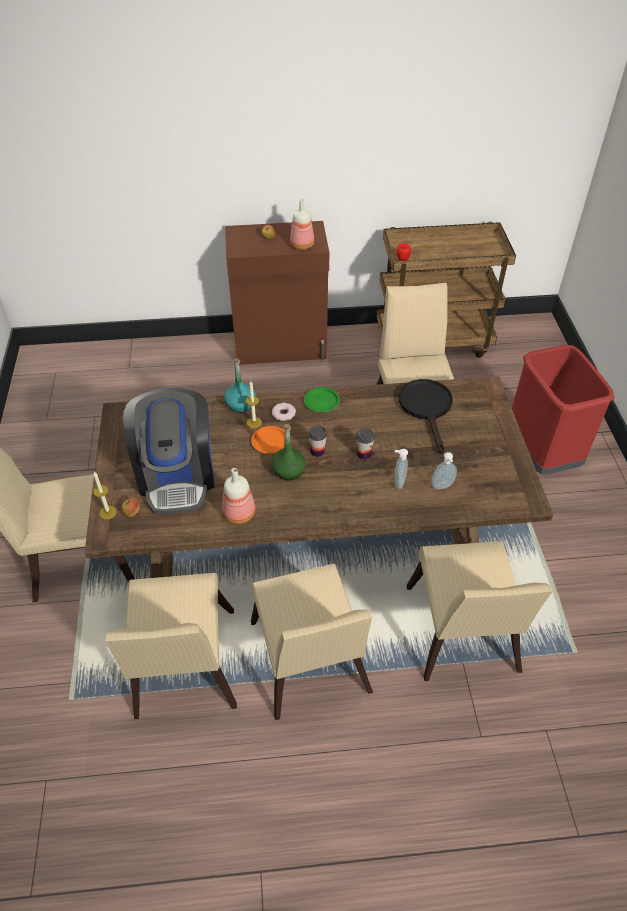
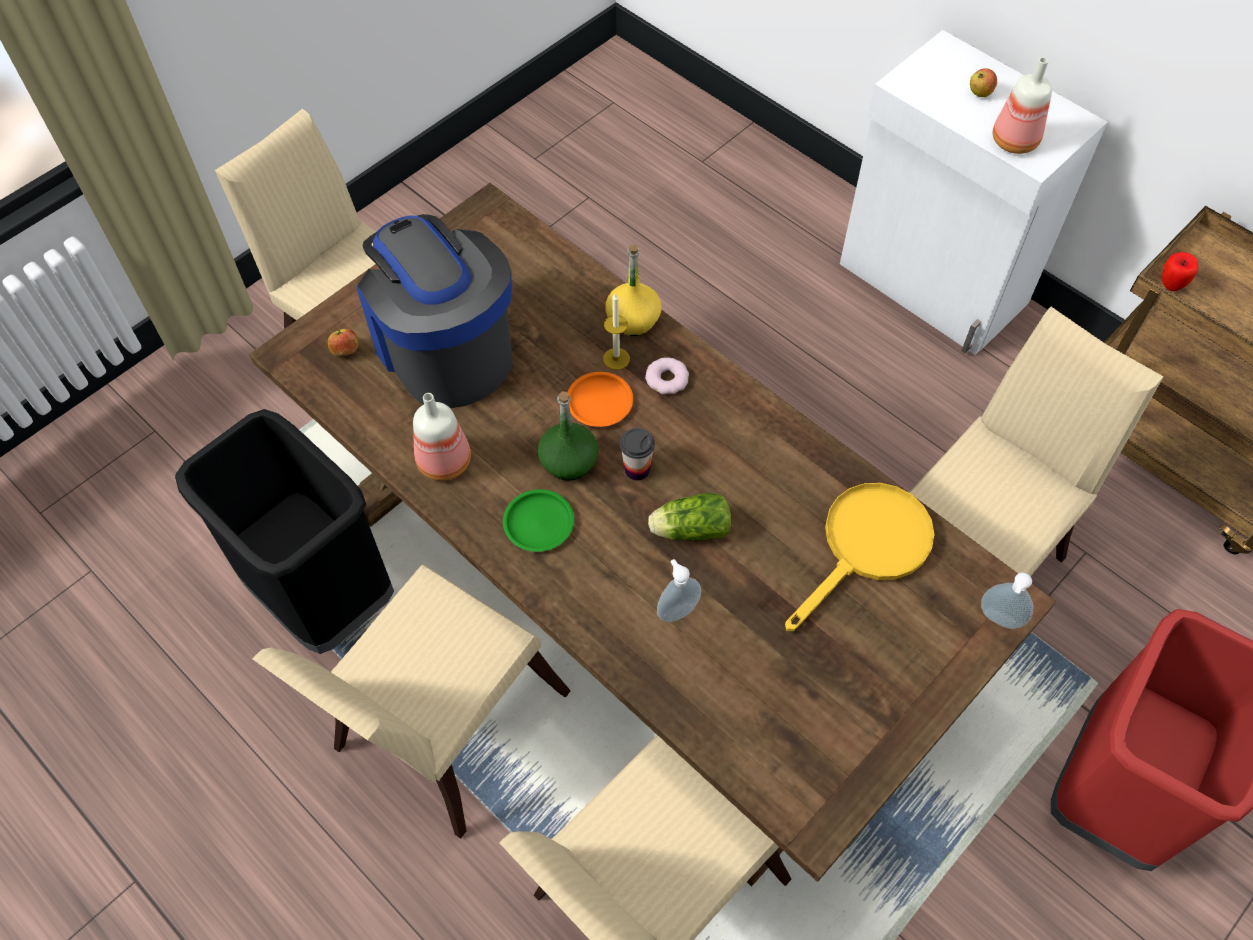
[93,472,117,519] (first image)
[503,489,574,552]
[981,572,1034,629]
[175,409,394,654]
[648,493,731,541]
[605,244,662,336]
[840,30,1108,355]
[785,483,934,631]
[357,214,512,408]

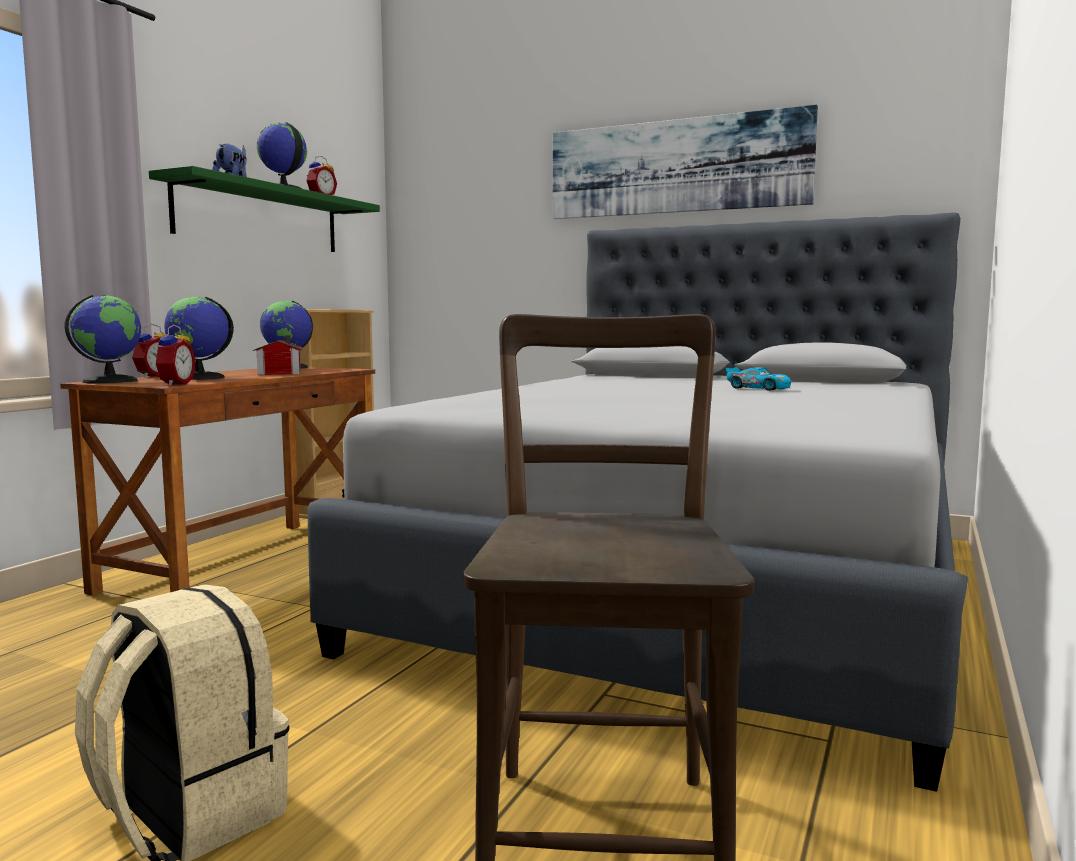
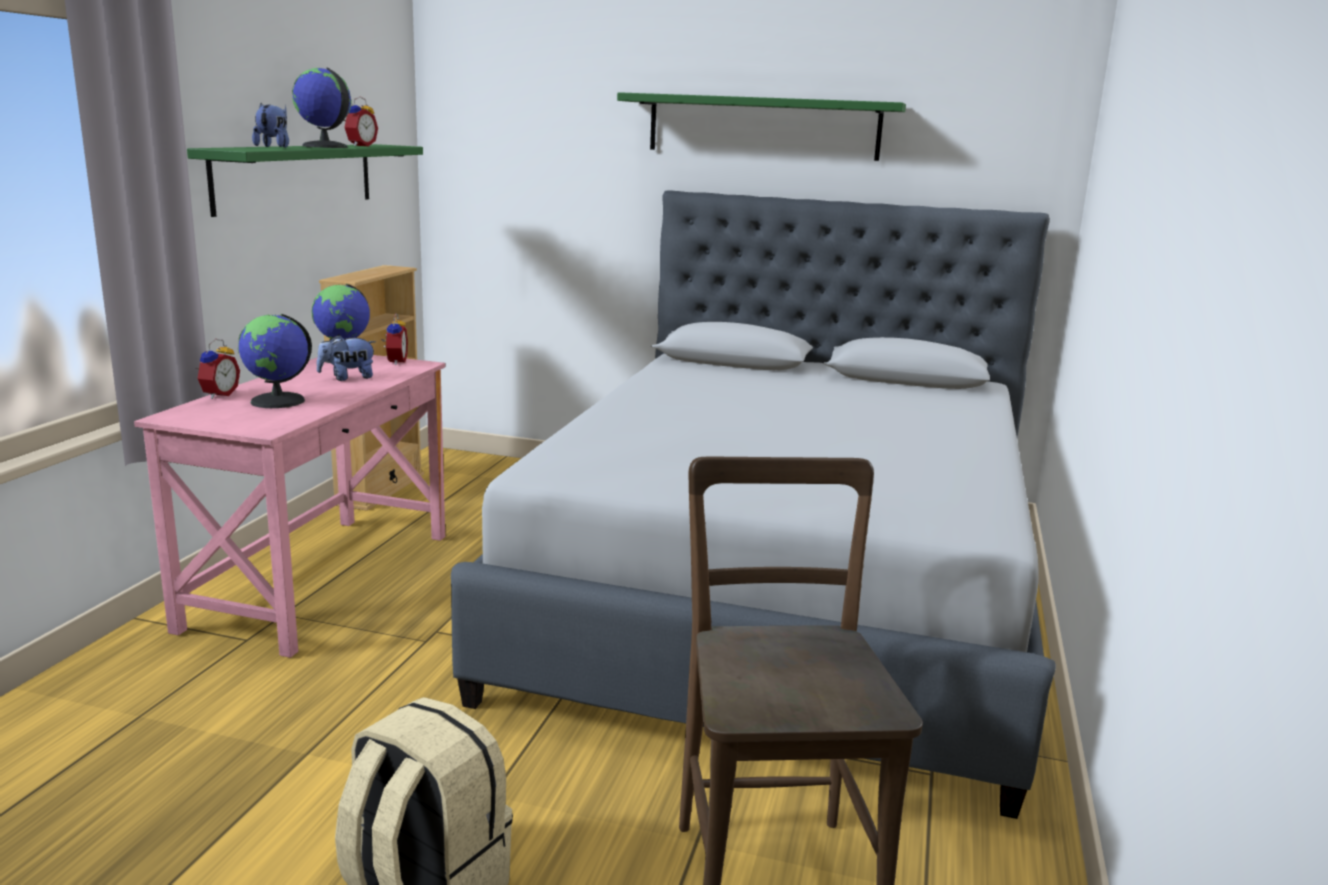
[65,295,141,383] (first image)
[725,367,791,391] (first image)
[381,313,408,365]
[317,335,376,381]
[617,92,906,161]
[134,355,445,658]

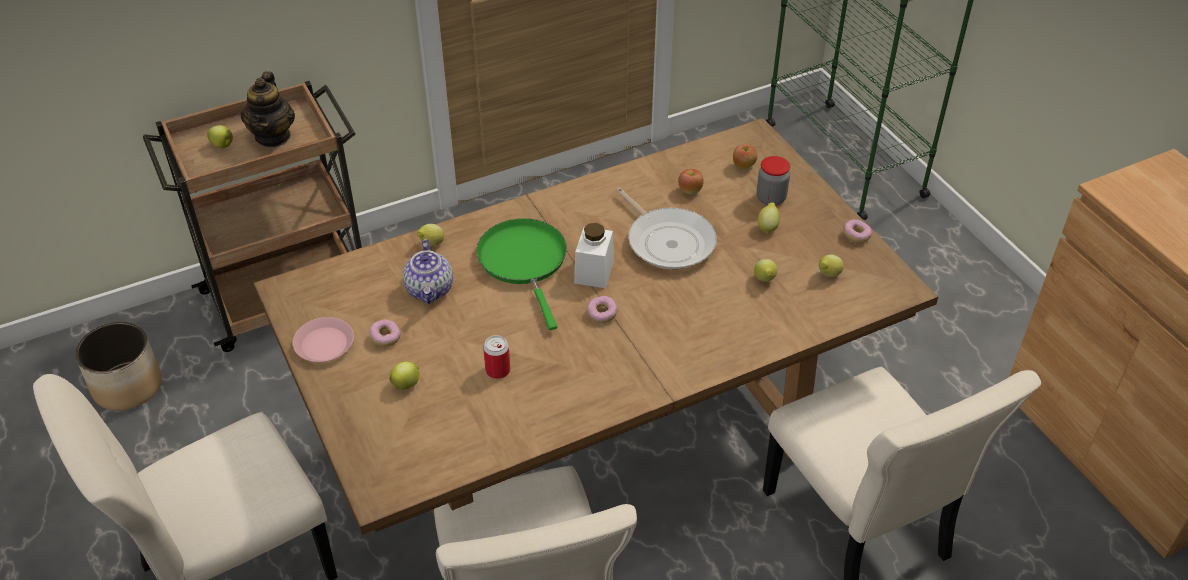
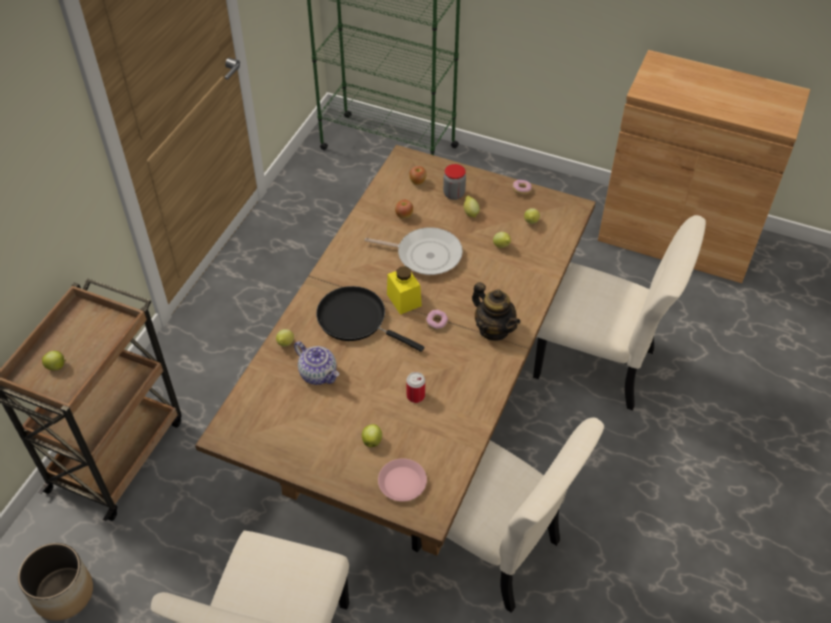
[369,319,401,347] (first image)
[472,282,520,341]
[378,459,427,501]
[316,286,424,352]
[387,266,422,315]

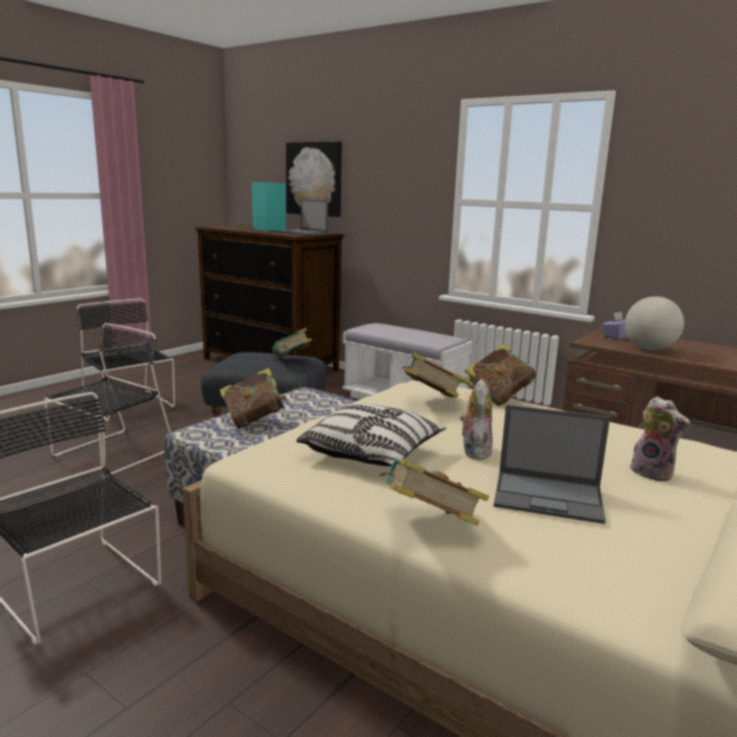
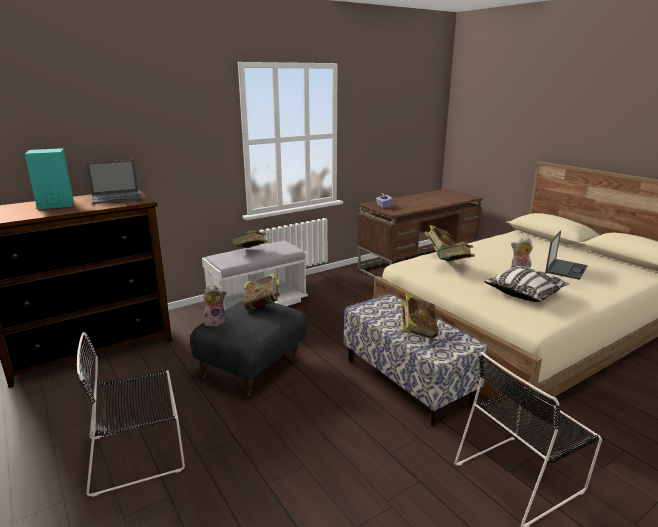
[44,323,171,475] (first image)
[286,141,342,217] (first image)
[625,296,684,351] (first image)
[232,230,268,248]
[203,285,227,326]

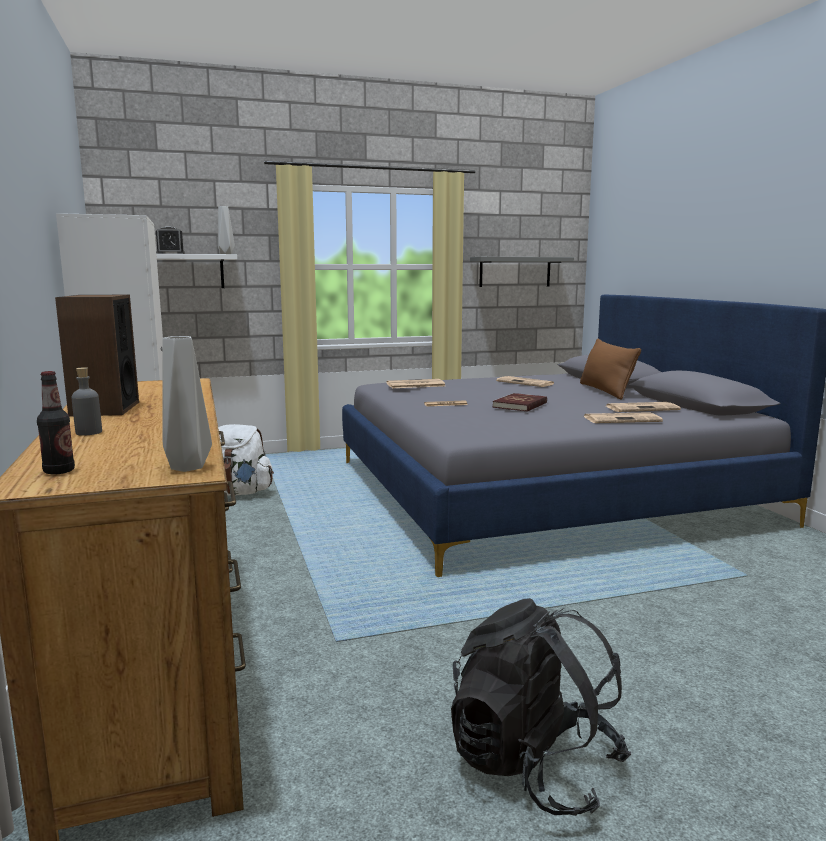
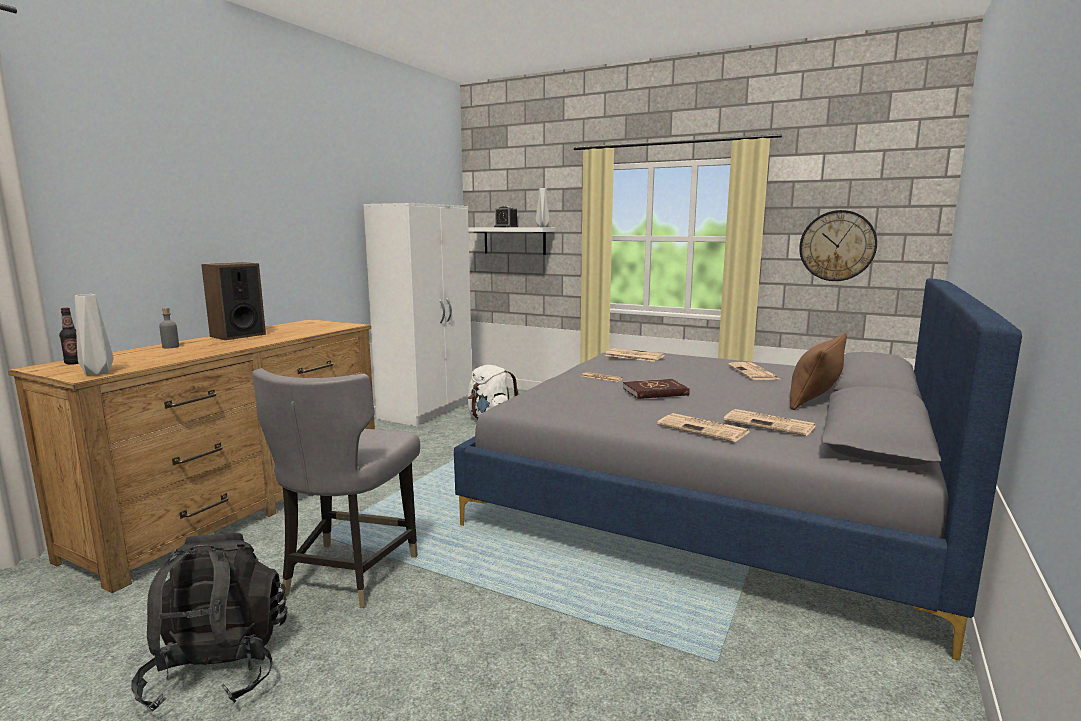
[252,368,420,608]
[799,210,877,281]

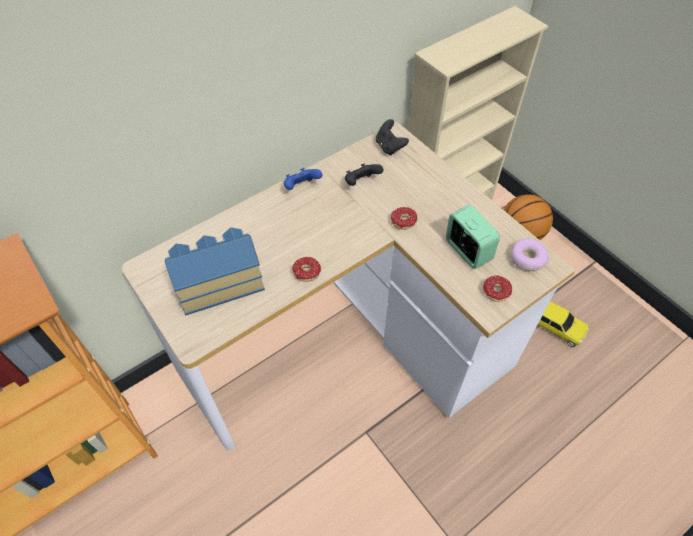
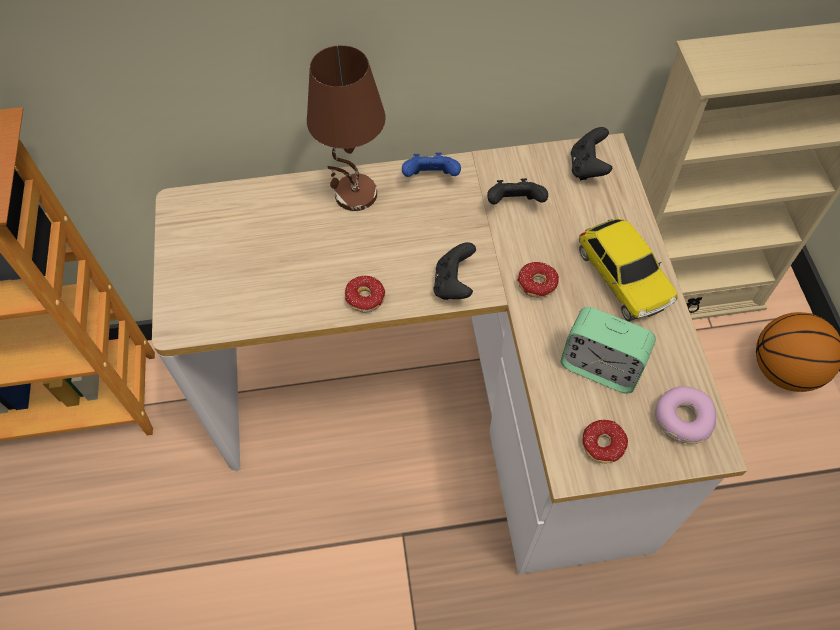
[165,227,265,316] (first image)
[307,45,386,211]
[434,242,476,300]
[579,219,678,322]
[561,307,656,393]

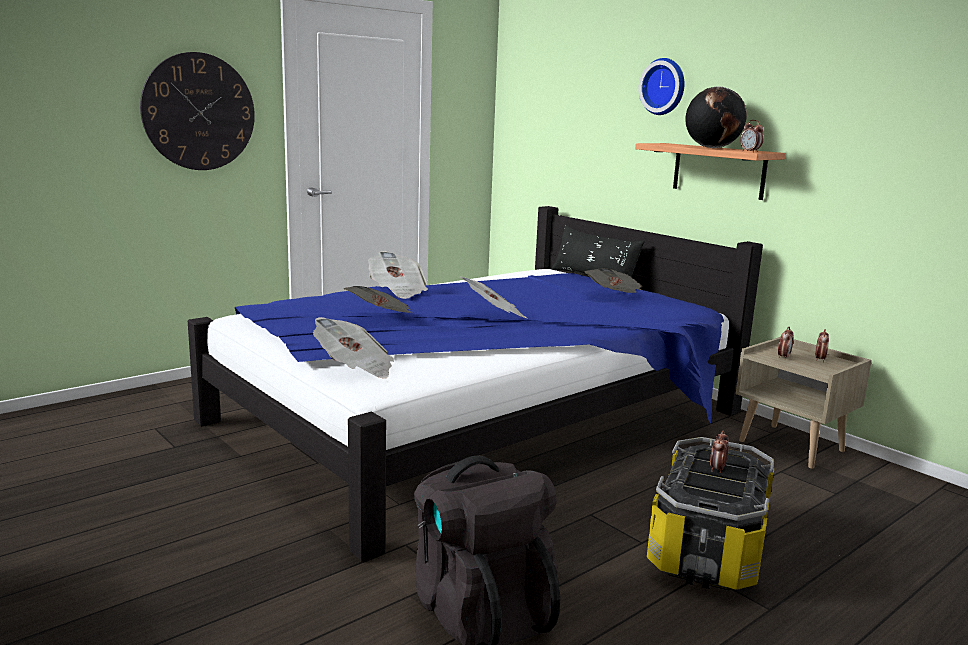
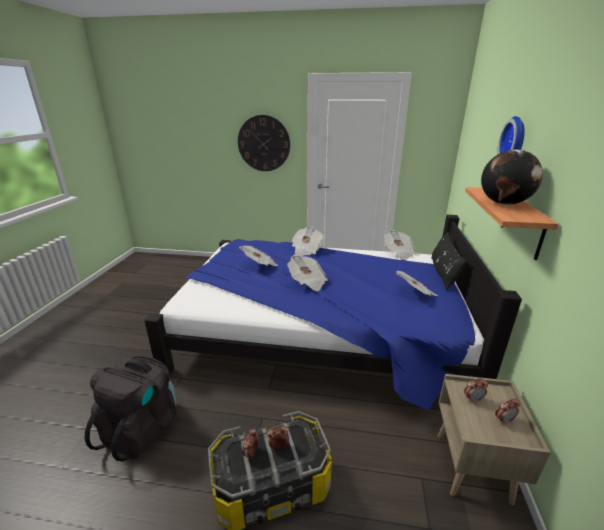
[384,230,416,260]
[242,428,259,459]

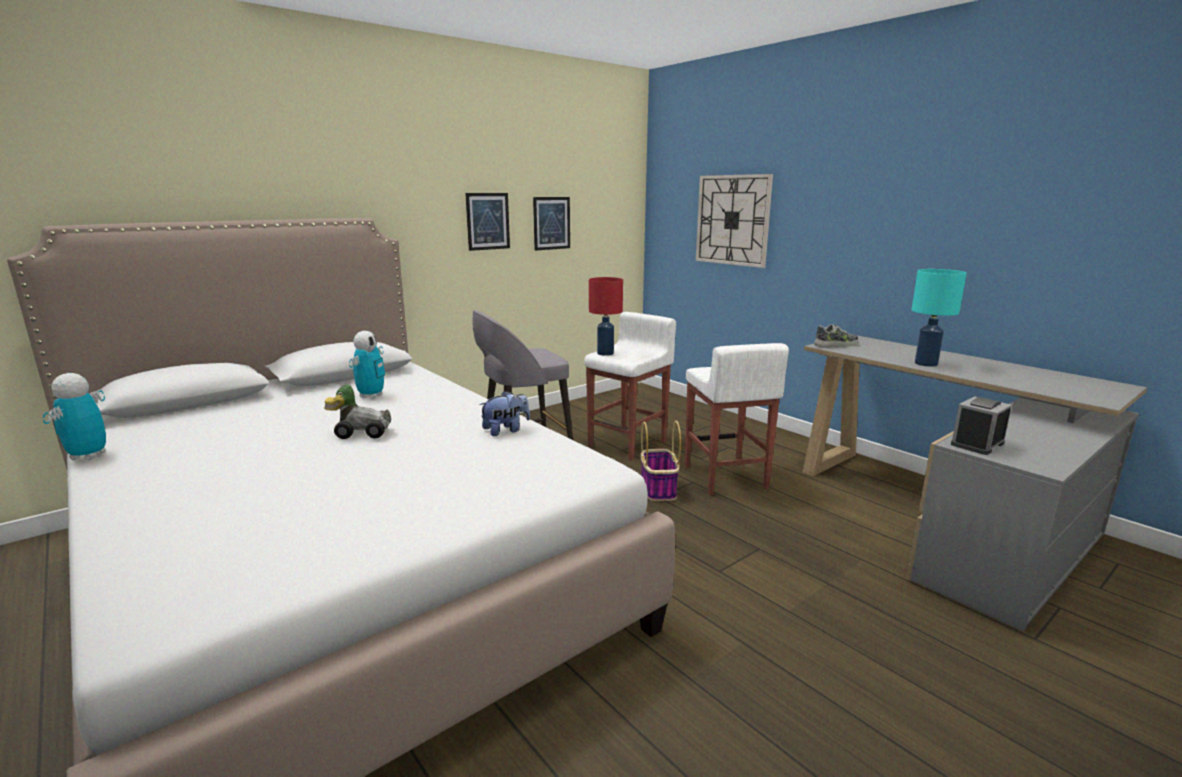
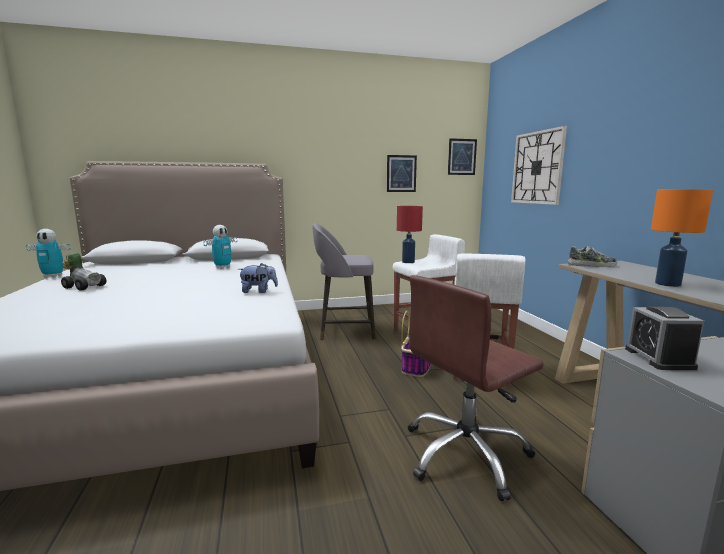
[408,275,544,501]
[61,253,106,291]
[448,138,477,175]
[651,189,713,287]
[26,229,71,277]
[625,307,704,370]

